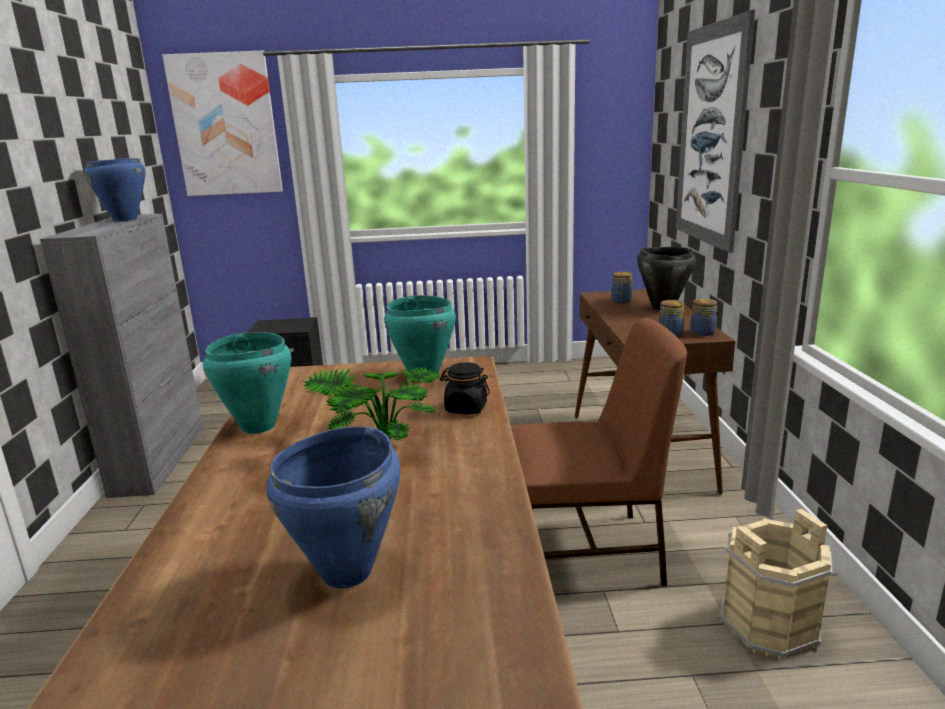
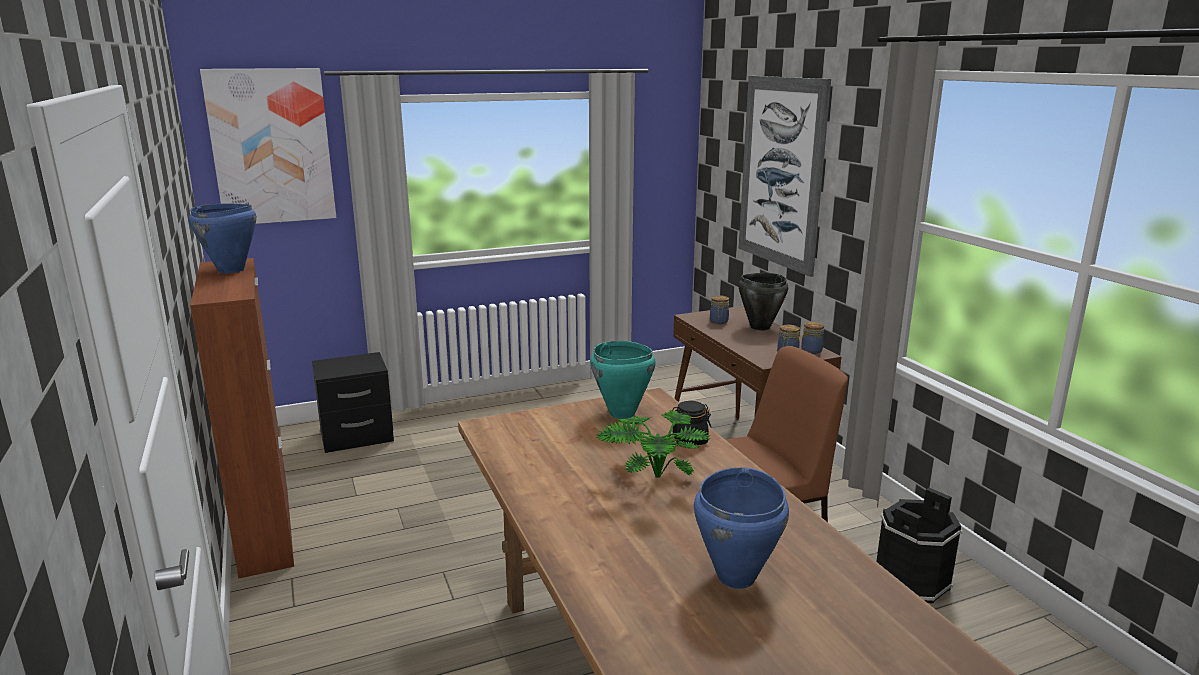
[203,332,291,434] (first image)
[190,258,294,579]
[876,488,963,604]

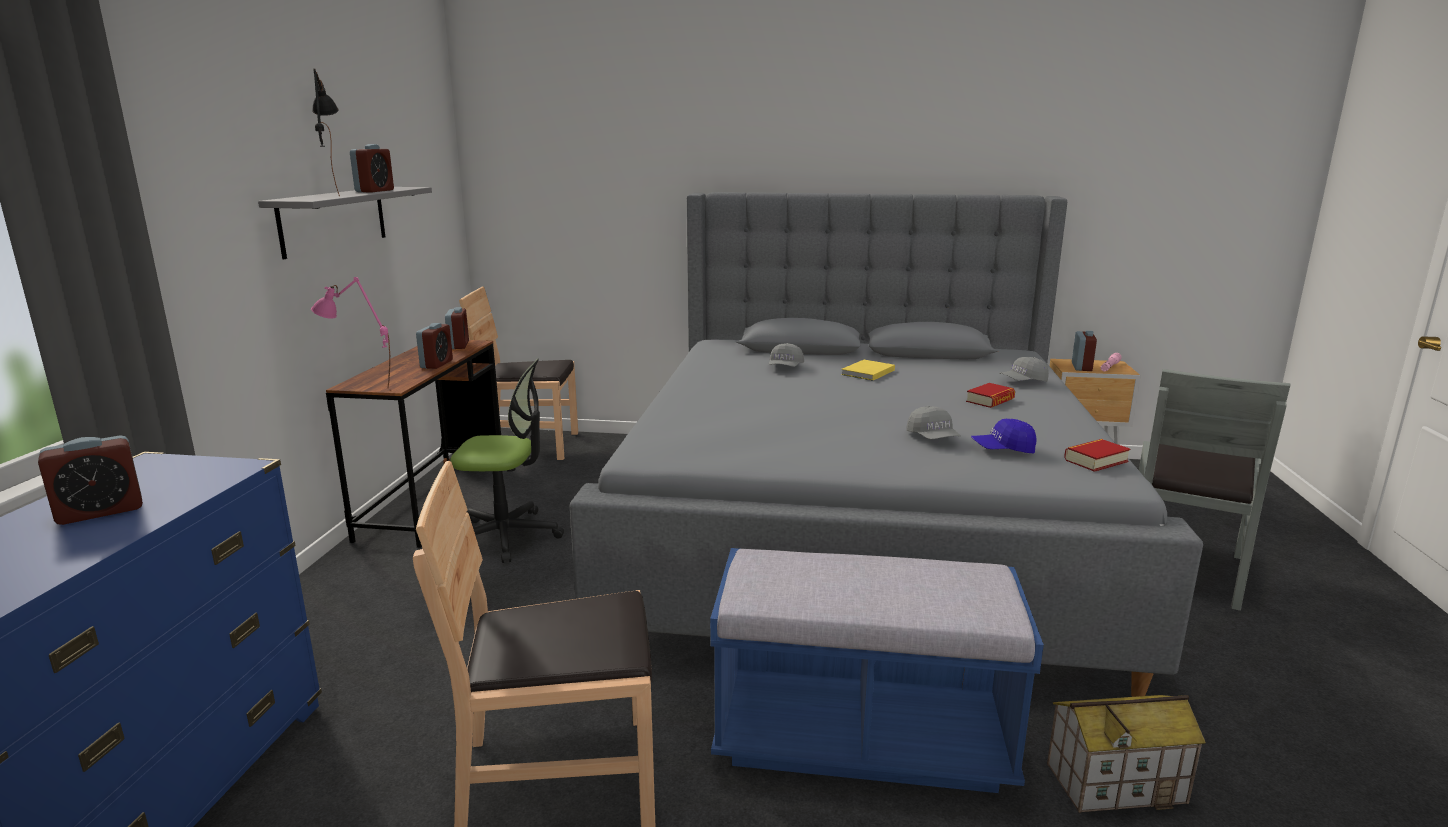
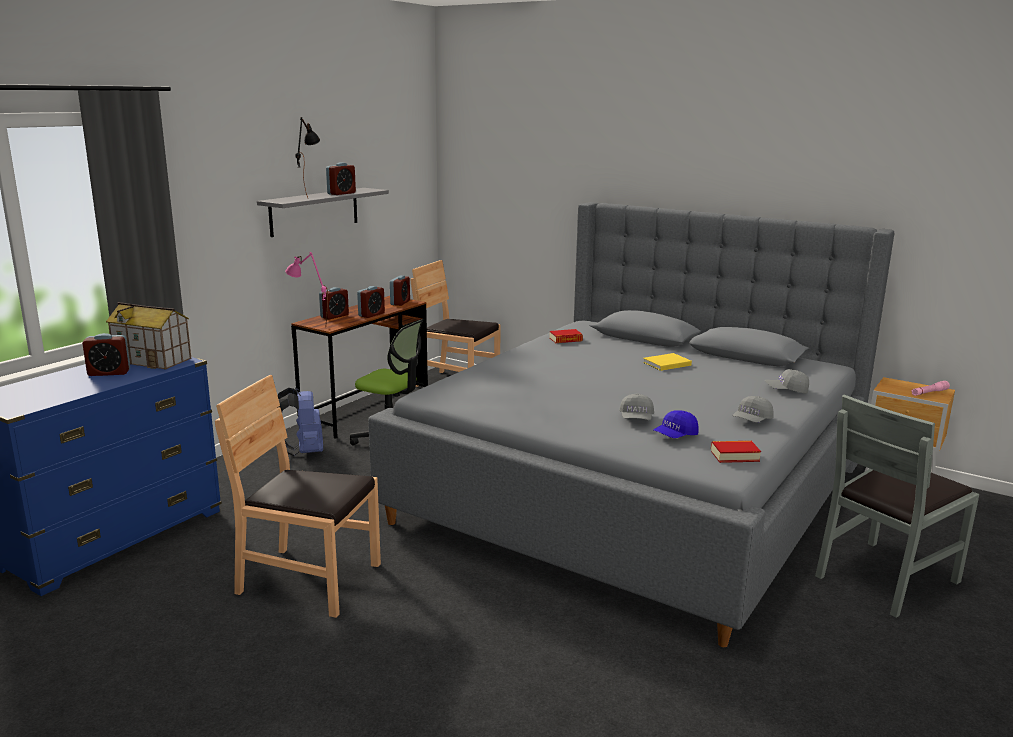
[710,548,1044,793] (first image)
[277,387,323,456]
[732,396,774,422]
[549,329,583,343]
[106,302,192,369]
[319,287,349,320]
[653,410,699,438]

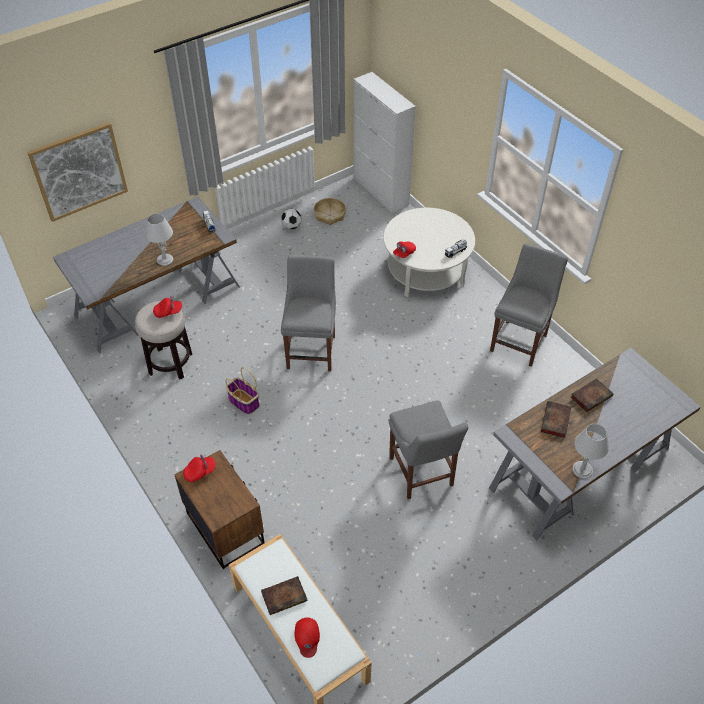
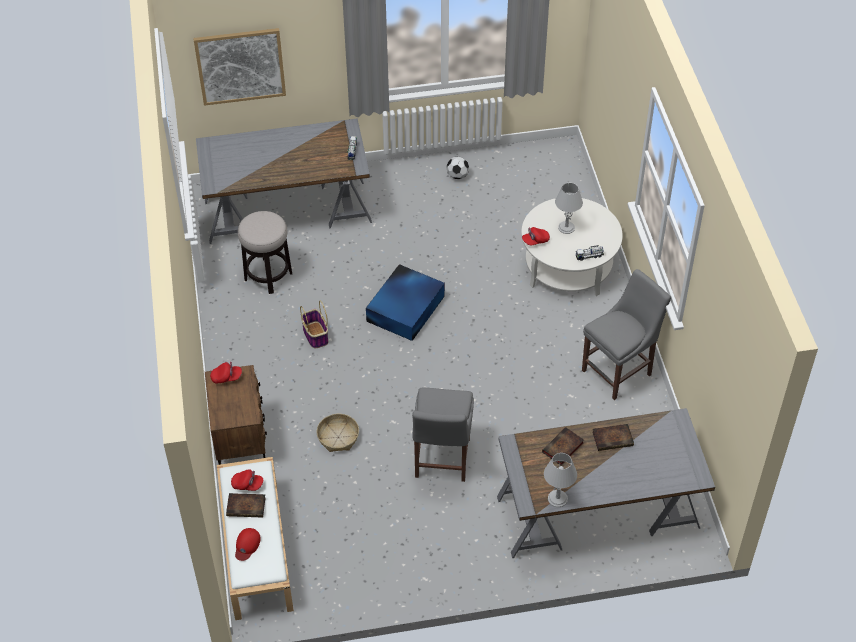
[353,72,416,213] (first image)
[555,183,583,234]
[231,469,263,491]
[317,414,359,452]
[366,264,445,341]

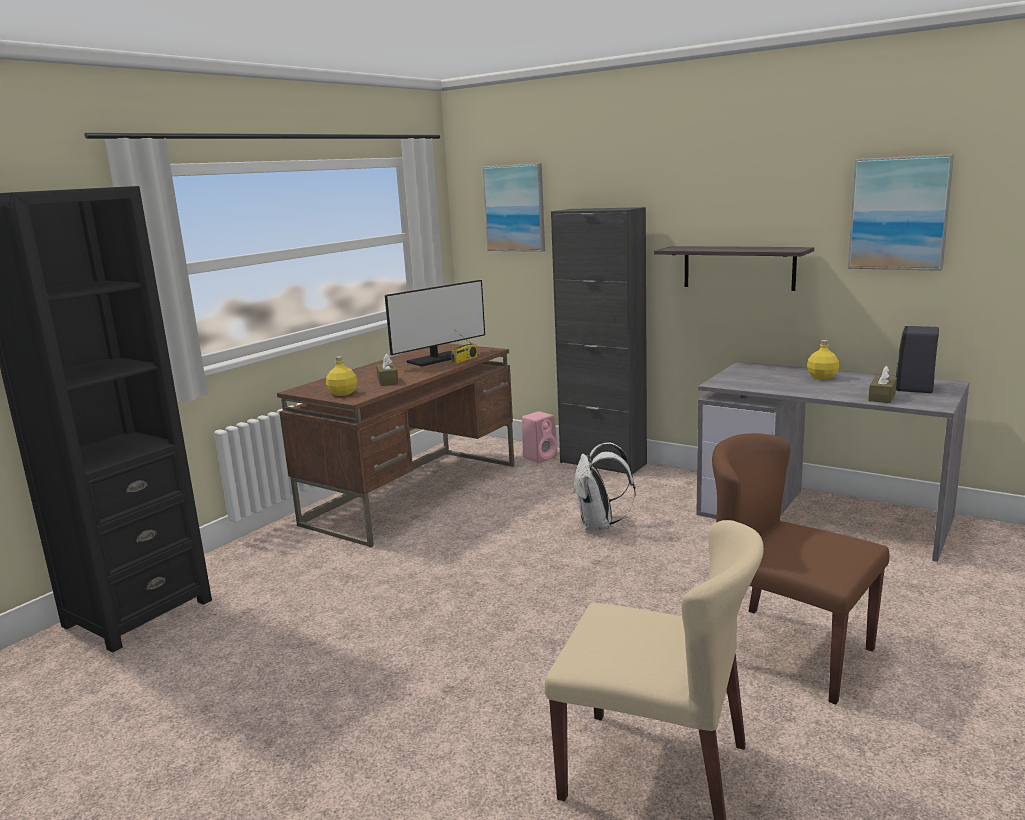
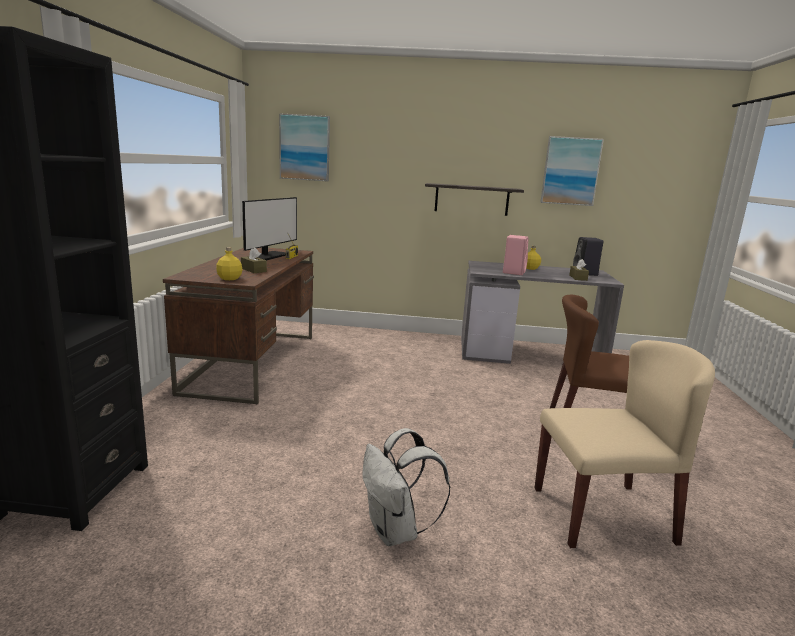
[551,207,647,475] (first image)
[503,235,529,275]
[362,428,451,546]

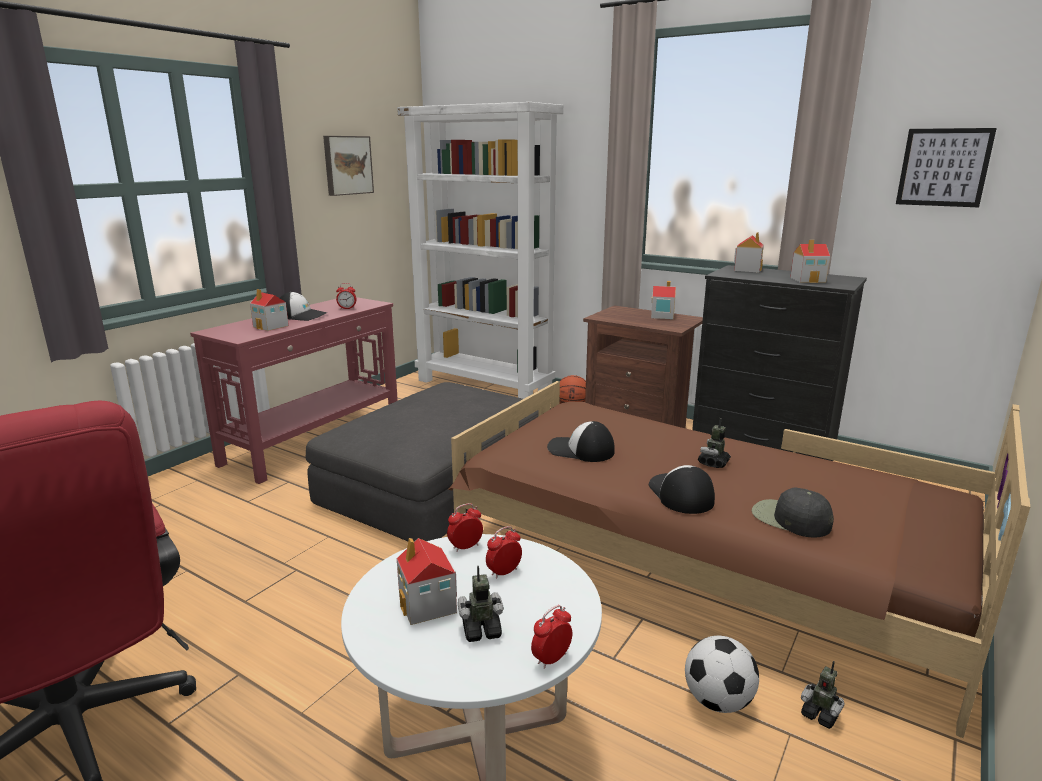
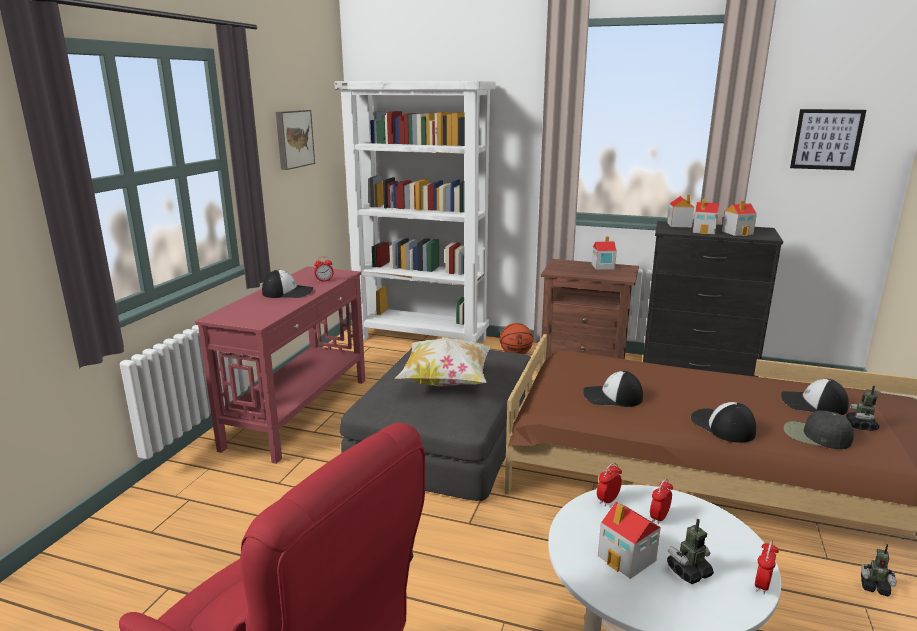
[685,636,759,713] (first image)
[395,338,491,387]
[781,379,849,415]
[693,199,719,234]
[846,386,880,431]

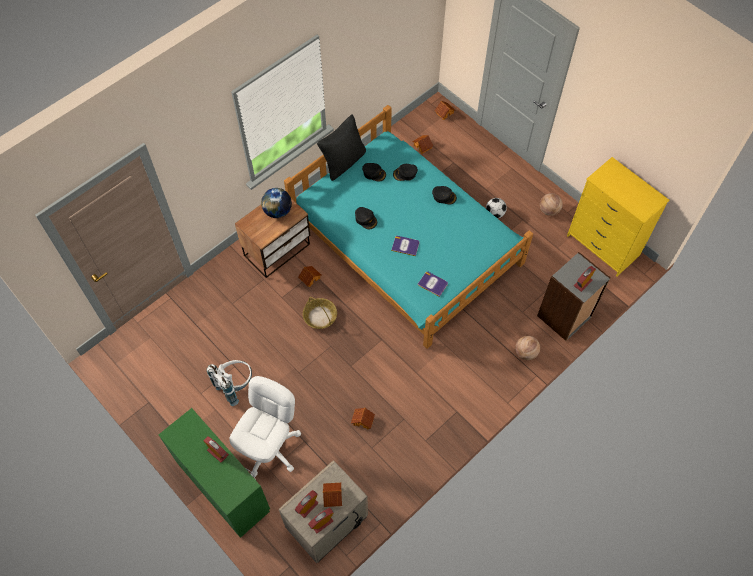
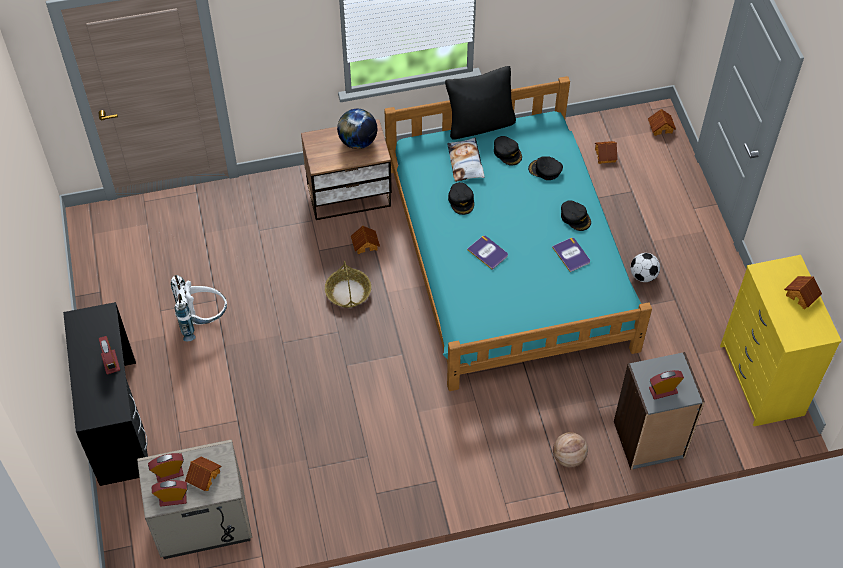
[229,376,301,477] (first image)
[540,193,563,216] (first image)
[447,137,485,182]
[784,276,822,309]
[552,238,590,272]
[63,302,148,486]

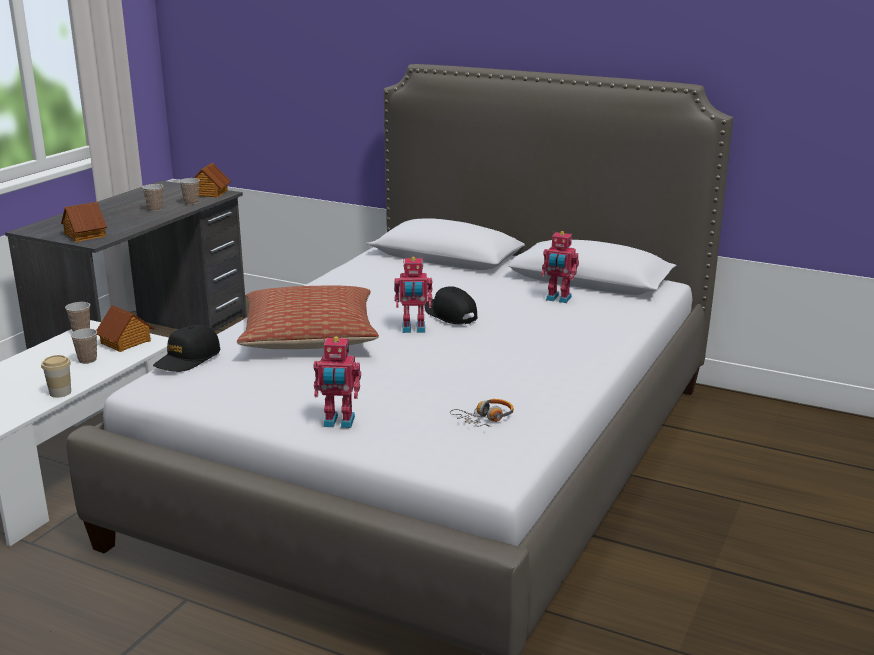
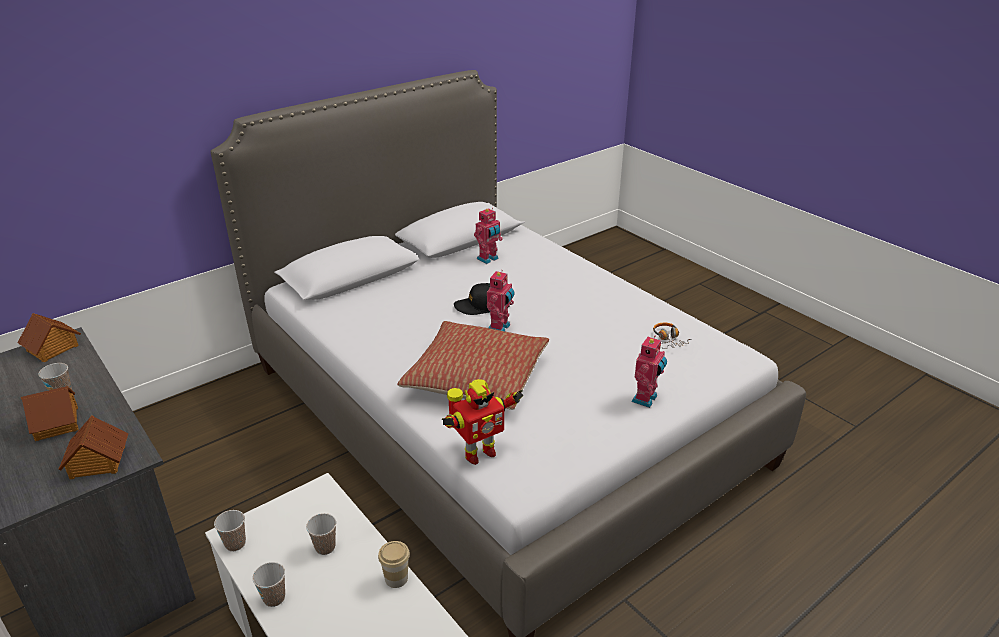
[21,386,79,441]
[252,562,285,607]
[442,379,524,465]

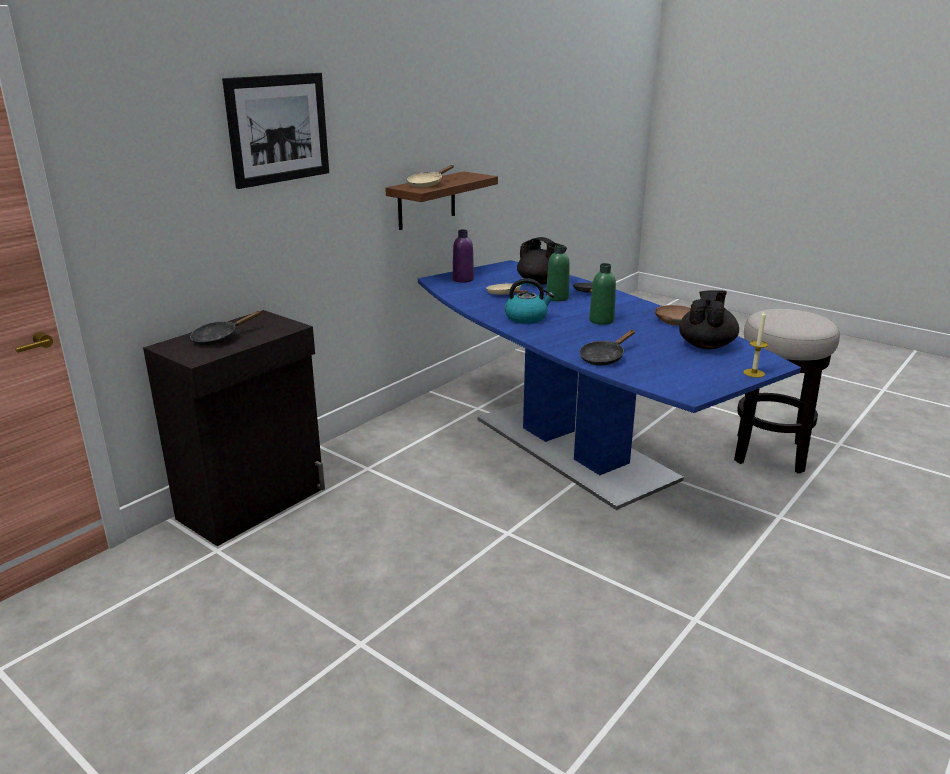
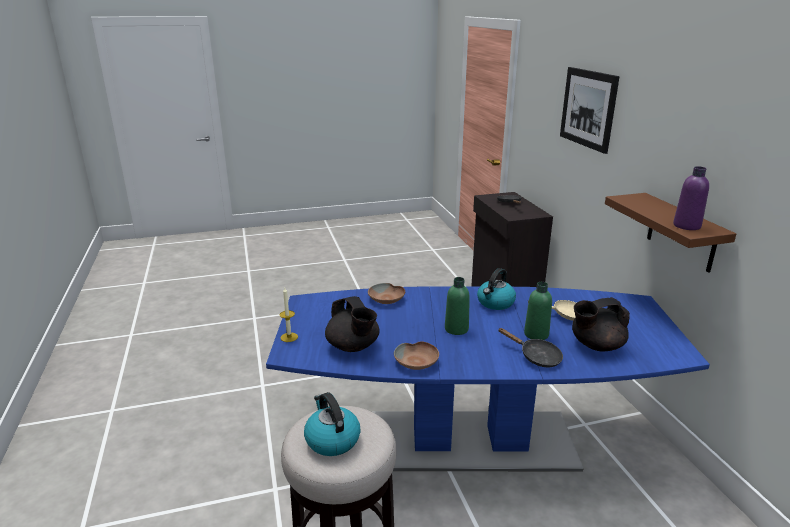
[407,165,454,187] (first image)
[304,392,361,456]
[673,166,709,230]
[368,283,405,304]

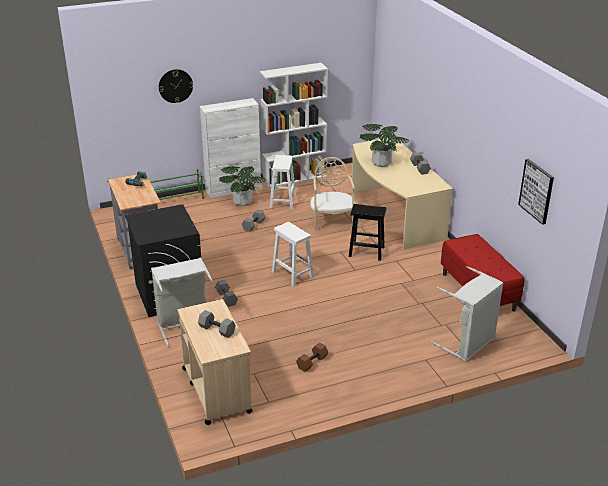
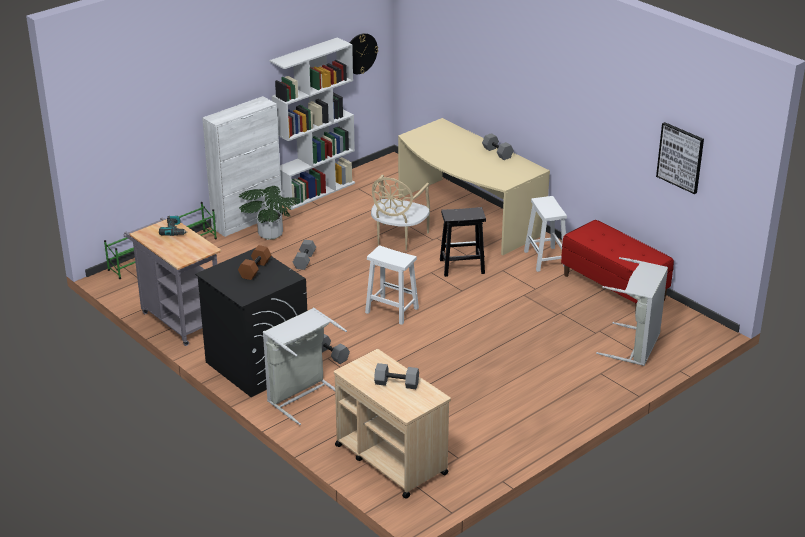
[359,124,410,167] (first image)
[350,33,378,74]
[524,196,567,272]
[238,245,271,280]
[371,175,430,251]

